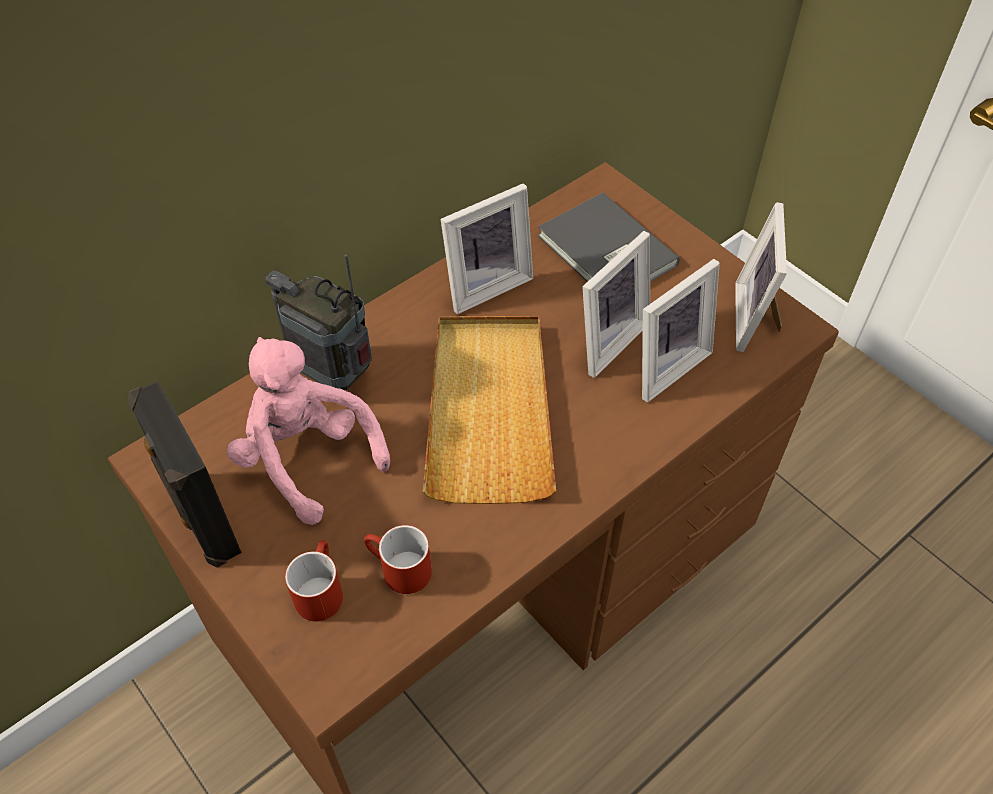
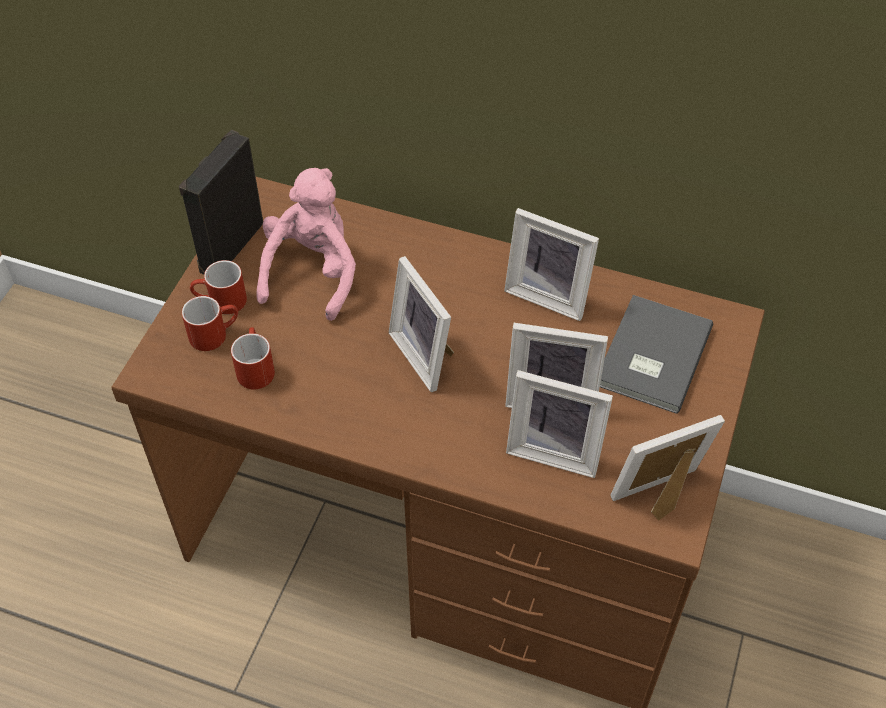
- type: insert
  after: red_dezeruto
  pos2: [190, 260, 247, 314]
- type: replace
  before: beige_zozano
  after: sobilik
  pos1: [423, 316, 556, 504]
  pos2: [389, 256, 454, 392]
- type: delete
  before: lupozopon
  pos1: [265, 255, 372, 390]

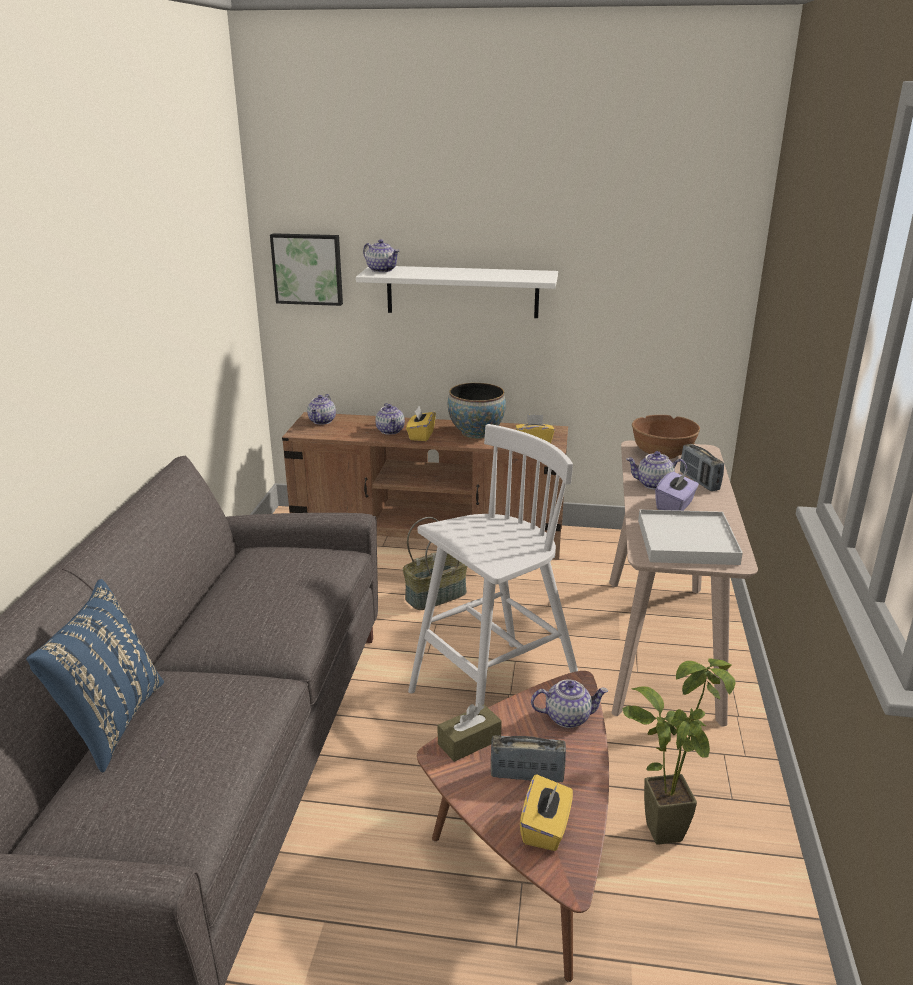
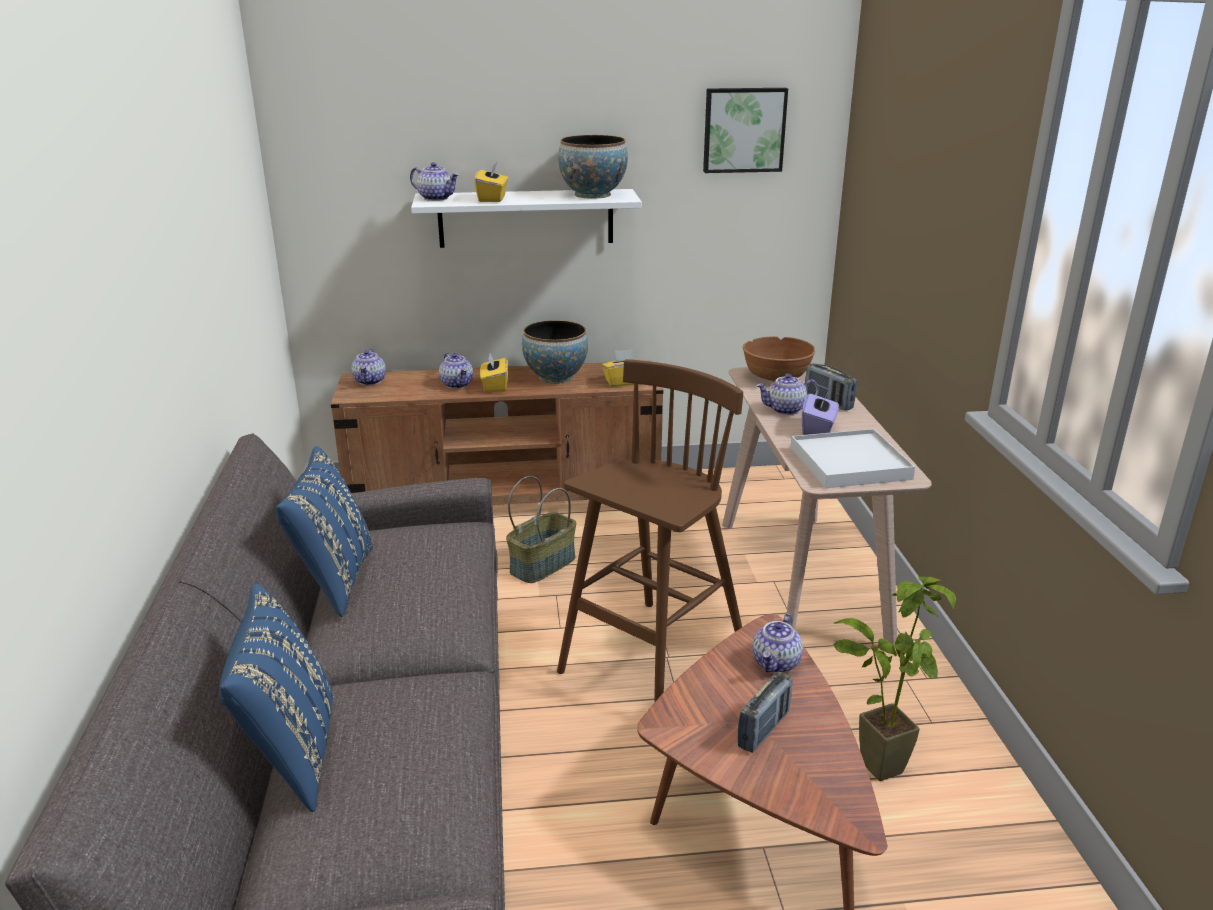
- type: insert
  after: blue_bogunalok
  pos2: [276, 446, 373, 617]
- type: move
  before: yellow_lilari
  pos1: [520, 774, 573, 851]
  pos2: [475, 163, 508, 202]
- type: recolor
  before: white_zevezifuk
  after: brown_zevezifuk
  pos1: [408, 424, 578, 707]
  pos2: [557, 359, 743, 703]
- type: insert
  after: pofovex
  pos2: [558, 135, 628, 199]
- type: move
  before: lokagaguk
  pos1: [270, 233, 343, 306]
  pos2: [703, 88, 788, 173]
- type: rotate
  before: lupozopon
  pos1: [491, 735, 566, 782]
  pos2: [738, 672, 793, 753]
  turn: 135
- type: rotate
  before: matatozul
  pos1: [531, 679, 608, 728]
  pos2: [752, 613, 803, 673]
  turn: 135
- type: delete
  before: brown_lilari
  pos1: [438, 703, 502, 762]

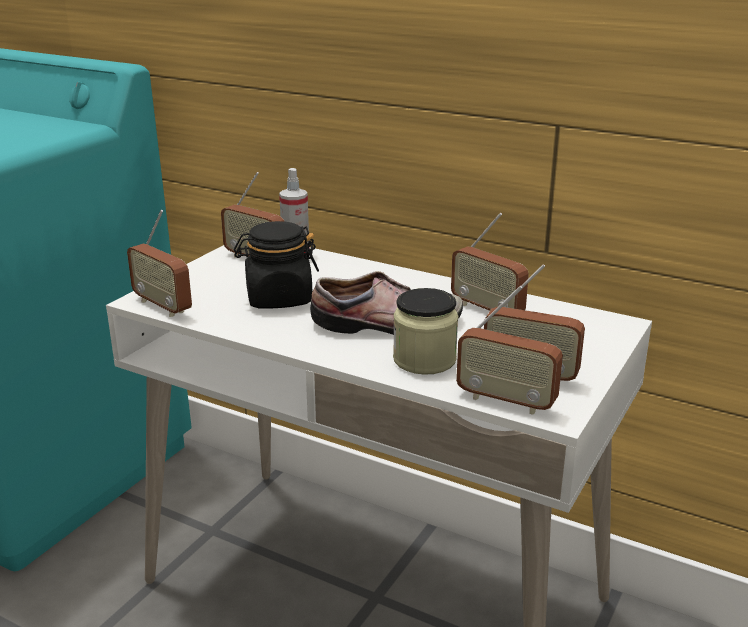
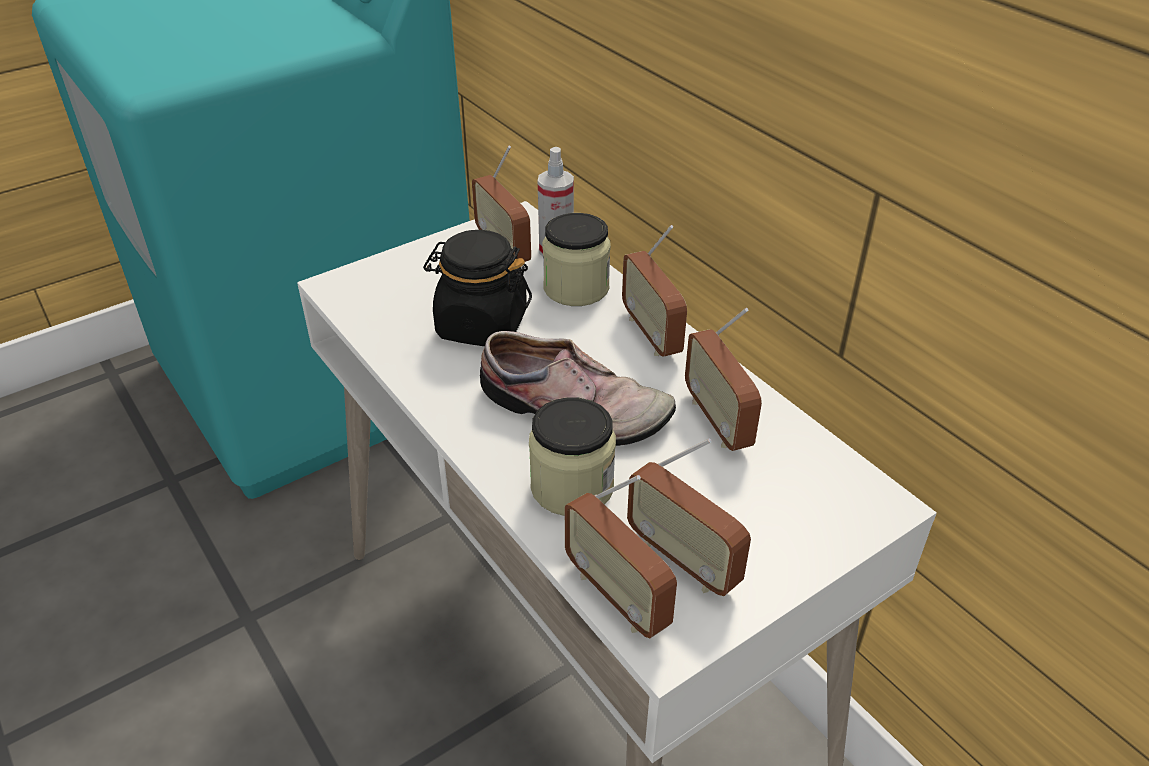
- type: insert
  after: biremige
  pos2: [543, 213, 611, 306]
- type: move
  before: lupozopon
  pos1: [127, 210, 192, 317]
  pos2: [622, 225, 687, 357]

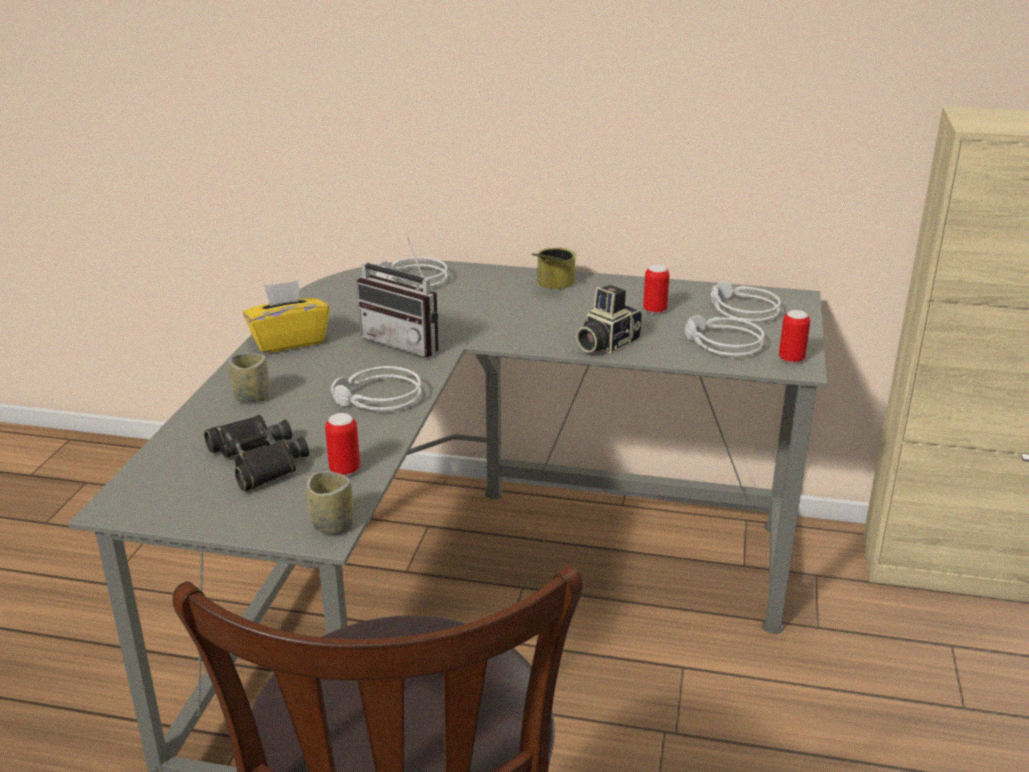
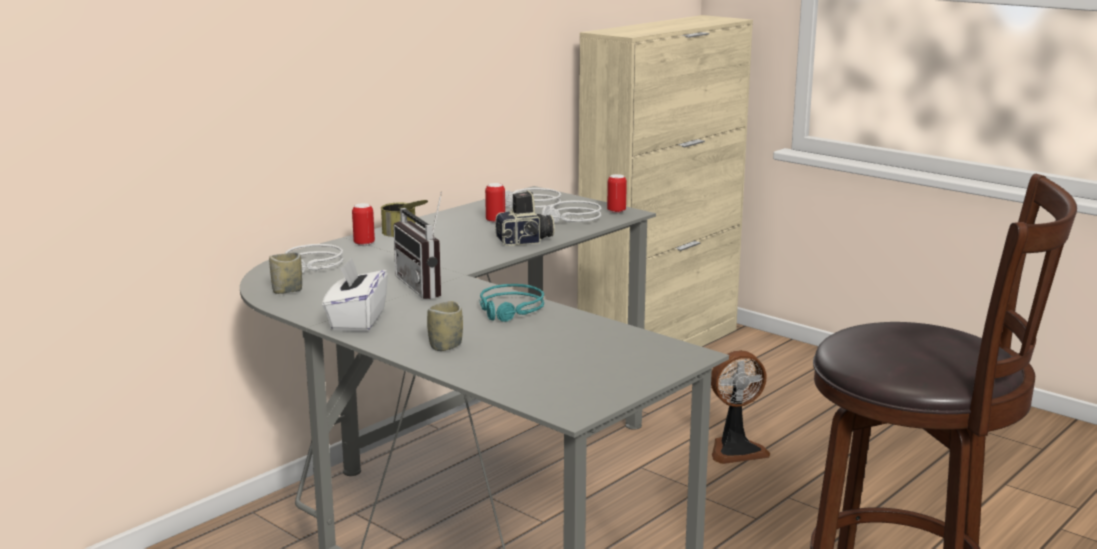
- type: move
  before: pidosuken
  pos1: [307, 471, 353, 535]
  pos2: [269, 252, 302, 294]
- type: recolor
  before: yellow_lilari
  after: white_lilari
  pos1: [243, 280, 330, 354]
  pos2: [322, 257, 388, 331]
- type: move
  before: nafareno
  pos1: [325, 413, 360, 476]
  pos2: [352, 203, 375, 246]
- type: rotate
  before: lupozopon
  pos1: [357, 238, 439, 357]
  pos2: [393, 192, 442, 299]
  turn: 90
- type: recolor
  before: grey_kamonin
  after: turquoise_kamonin
  pos1: [331, 366, 421, 411]
  pos2: [480, 284, 544, 322]
- type: rotate
  before: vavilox
  pos1: [576, 285, 642, 354]
  pos2: [495, 190, 555, 246]
  turn: -90
- type: insert
  after: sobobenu
  pos2: [711, 350, 770, 464]
- type: delete
  before: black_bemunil
  pos1: [204, 415, 309, 492]

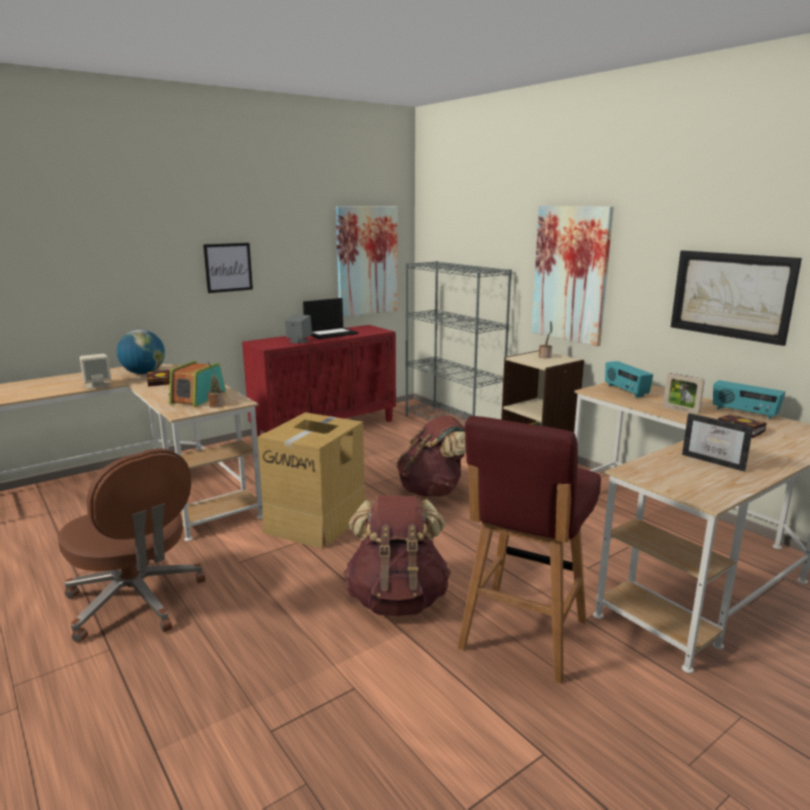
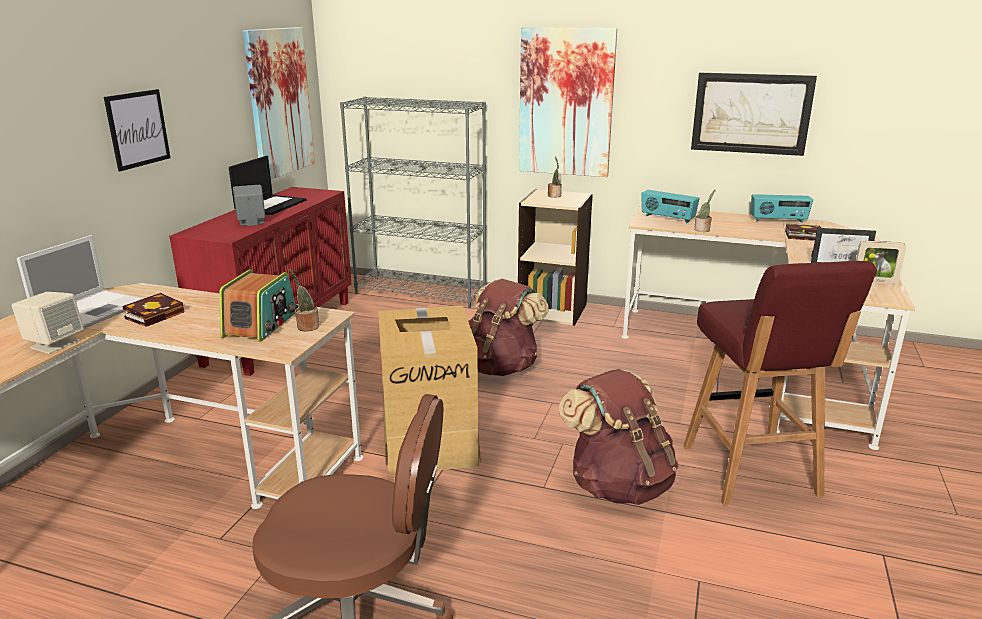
- type: replace
  before: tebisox
  after: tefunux
  pos1: [117, 330, 165, 374]
  pos2: [17, 235, 144, 329]
- type: rotate
  before: lupozopon
  pos1: [169, 361, 226, 407]
  pos2: [219, 269, 298, 342]
  turn: -150
- type: insert
  after: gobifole
  pos2: [694, 190, 716, 232]
- type: move
  before: sobilik
  pos1: [663, 373, 705, 414]
  pos2: [856, 241, 906, 284]

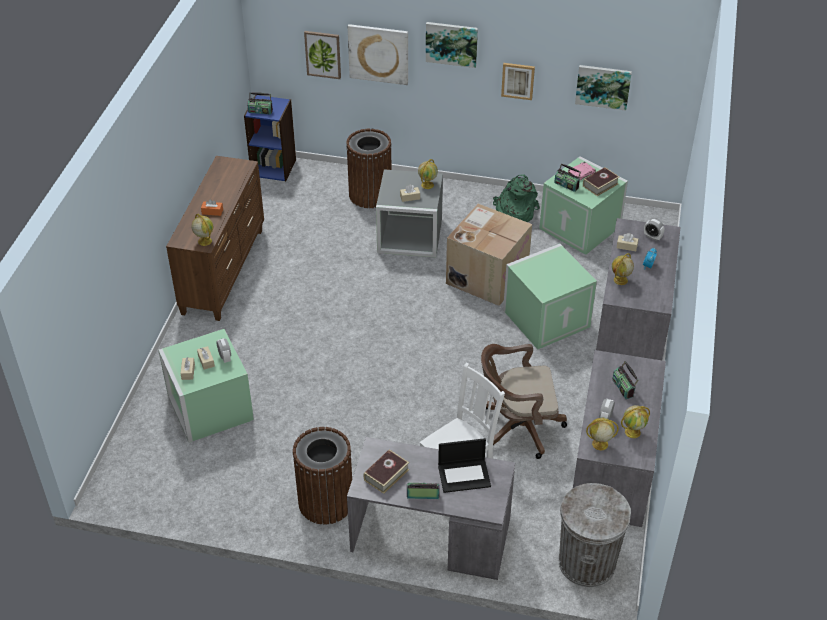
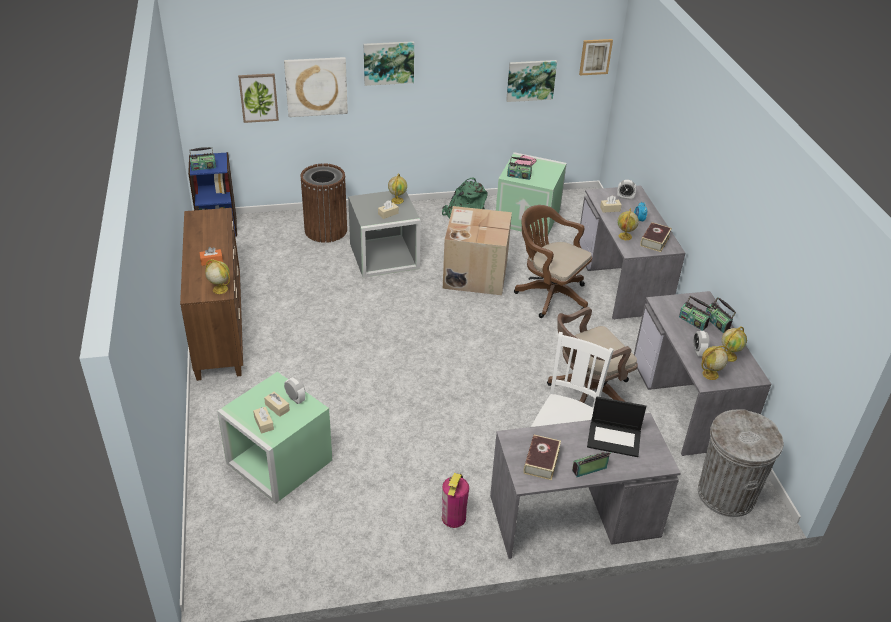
- type: replace
  before: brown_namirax
  after: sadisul
  pos1: [292, 427, 352, 525]
  pos2: [442, 473, 469, 528]
- type: replace
  before: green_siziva
  after: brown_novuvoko
  pos1: [503, 244, 597, 349]
  pos2: [514, 205, 592, 318]
- type: move
  before: lokagaguk
  pos1: [501, 63, 535, 100]
  pos2: [579, 39, 613, 76]
- type: rotate
  before: tefunux
  pos1: [438, 438, 491, 493]
  pos2: [587, 396, 646, 457]
  turn: 45
- type: move
  before: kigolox
  pos1: [583, 167, 619, 196]
  pos2: [640, 222, 672, 252]
- type: insert
  after: lupozopon
  pos2: [706, 297, 736, 333]

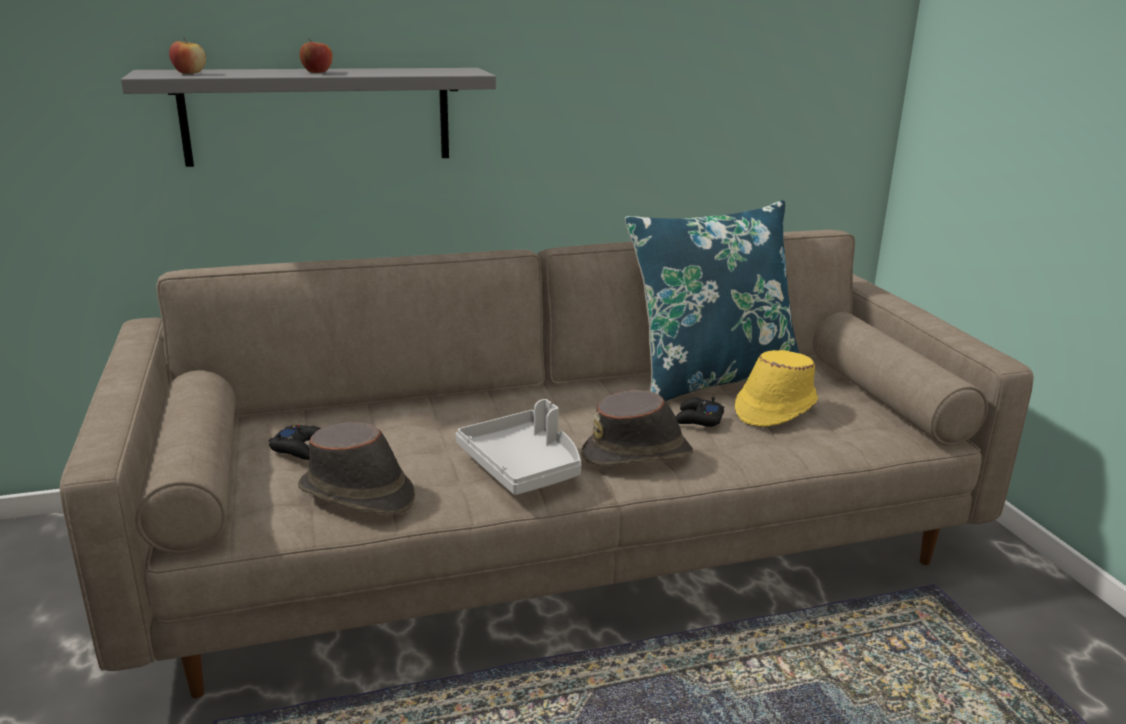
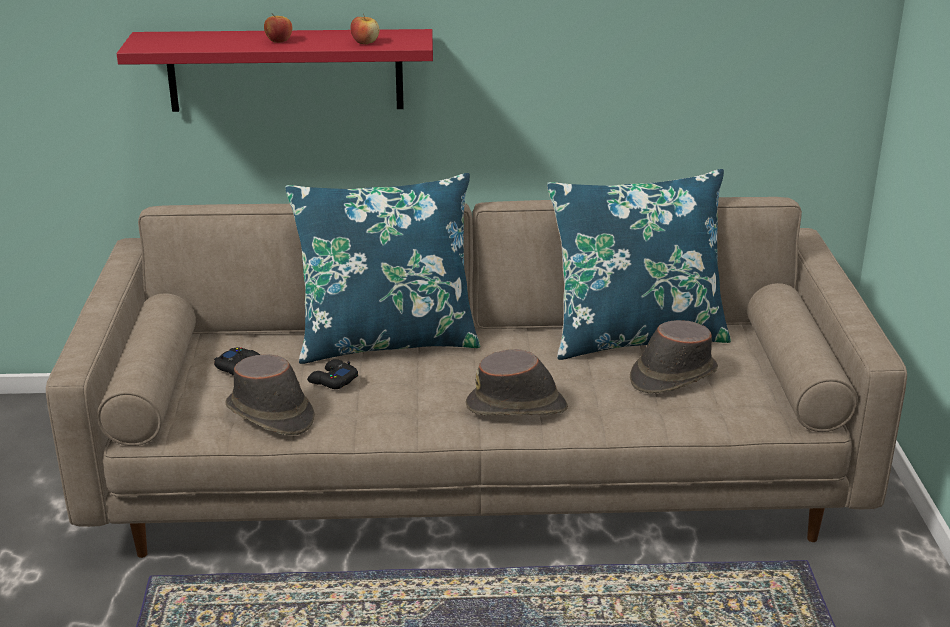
- type: recolor
  before: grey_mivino
  after: red_mivino
  pos1: [121, 68, 496, 167]
  pos2: [117, 29, 433, 112]
- type: insert
  after: blue_bogunalok
  pos2: [285, 173, 480, 364]
- type: move
  before: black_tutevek
  pos1: [675, 397, 724, 427]
  pos2: [307, 359, 358, 389]
- type: move
  before: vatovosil
  pos1: [169, 38, 206, 74]
  pos2: [350, 14, 379, 44]
- type: recolor
  before: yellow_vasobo
  after: brown_vasobo
  pos1: [735, 350, 818, 427]
  pos2: [630, 320, 718, 393]
- type: delete
  before: grey_zozano
  pos1: [456, 399, 581, 495]

